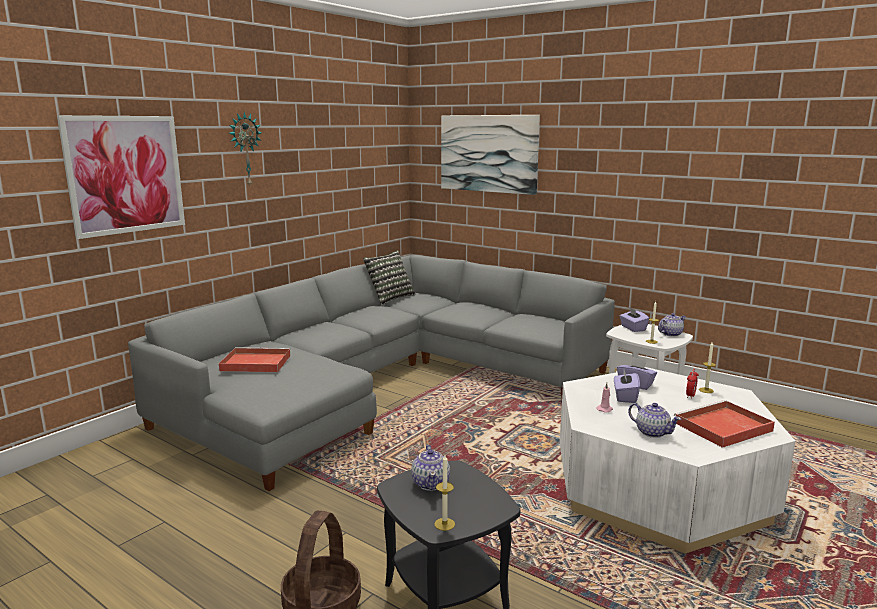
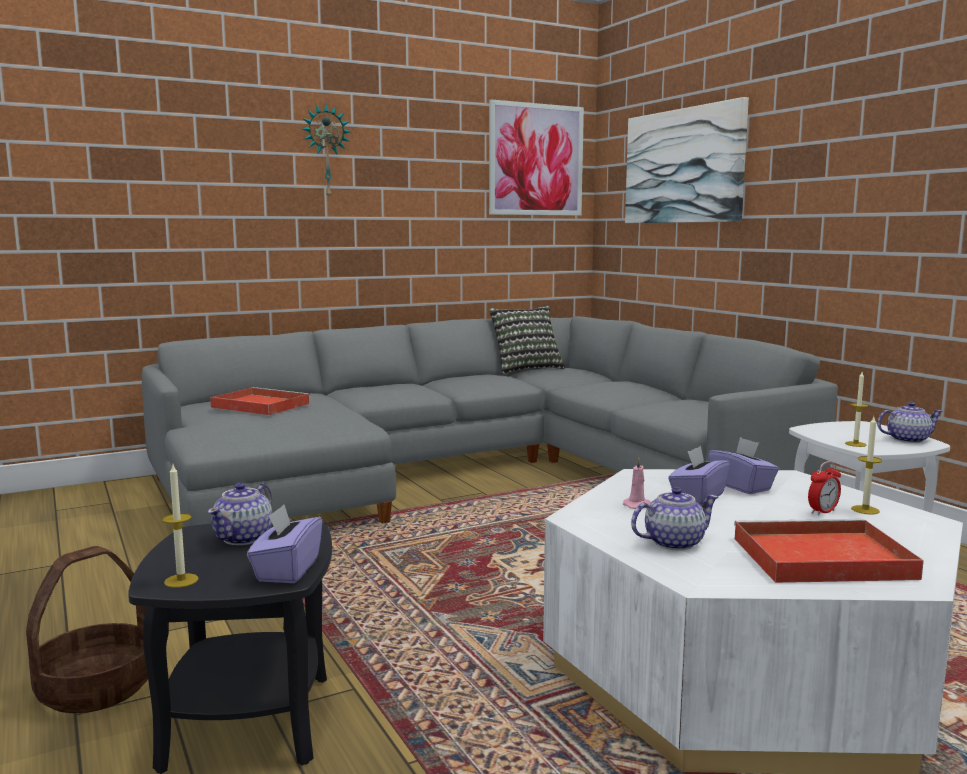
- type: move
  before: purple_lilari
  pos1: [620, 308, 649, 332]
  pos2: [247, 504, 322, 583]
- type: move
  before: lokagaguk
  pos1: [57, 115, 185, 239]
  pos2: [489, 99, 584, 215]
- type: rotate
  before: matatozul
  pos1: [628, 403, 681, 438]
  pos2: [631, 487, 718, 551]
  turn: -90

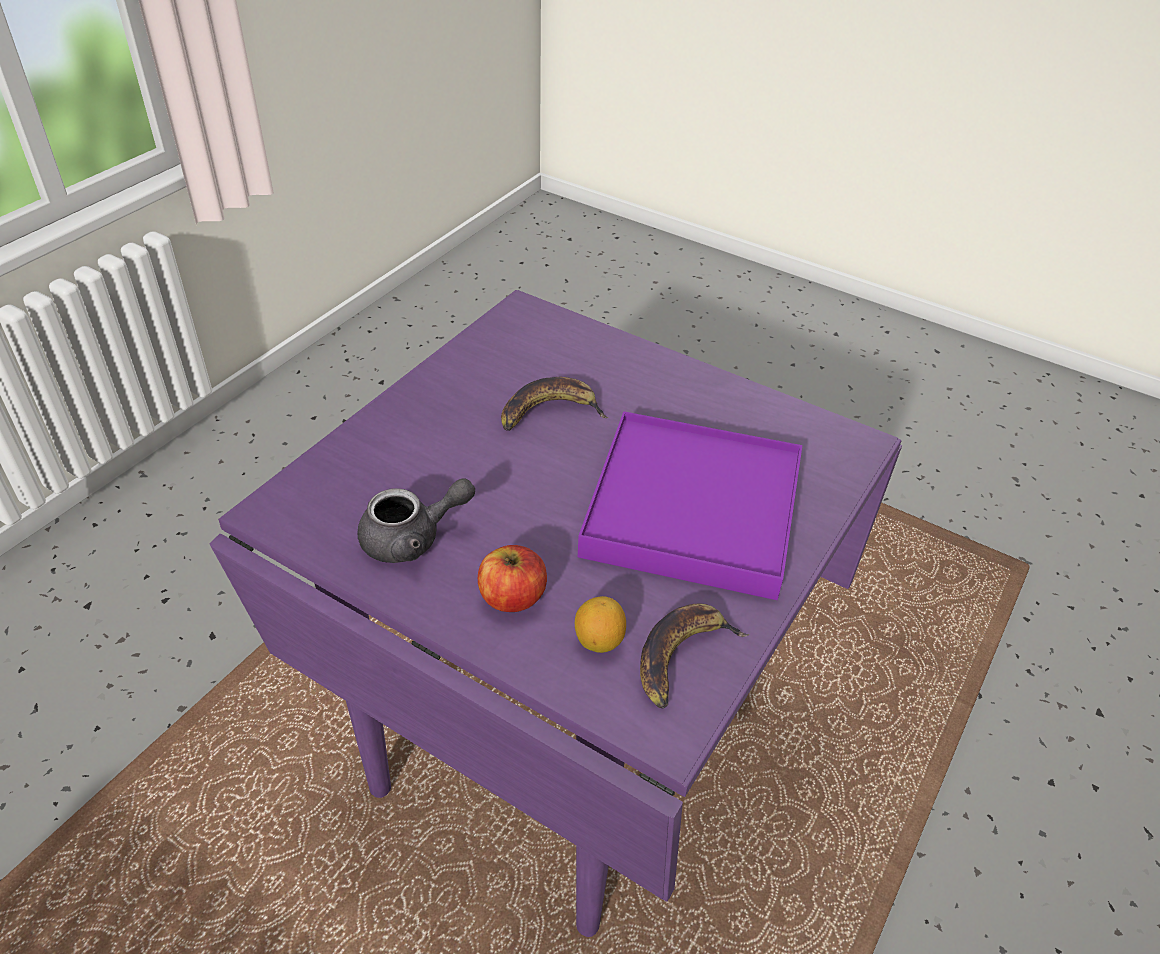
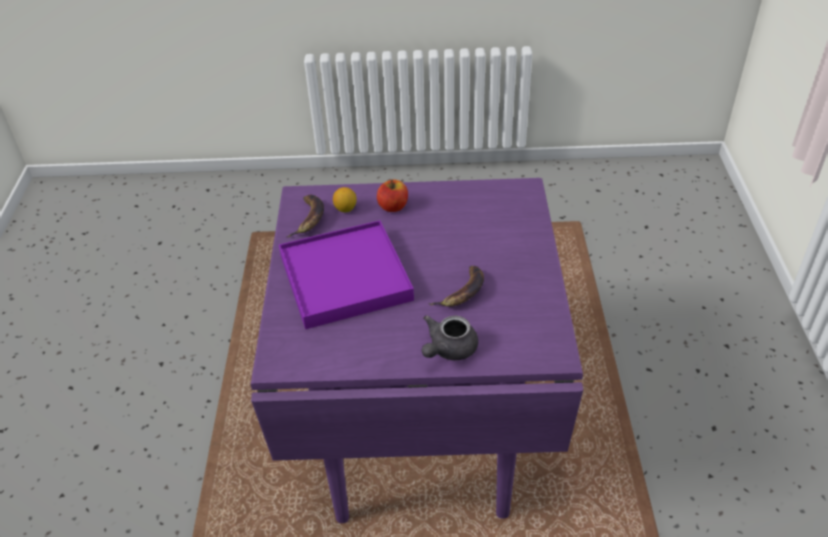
- type: move
  before: grey_matatozul
  pos1: [357, 479, 475, 563]
  pos2: [422, 315, 478, 360]

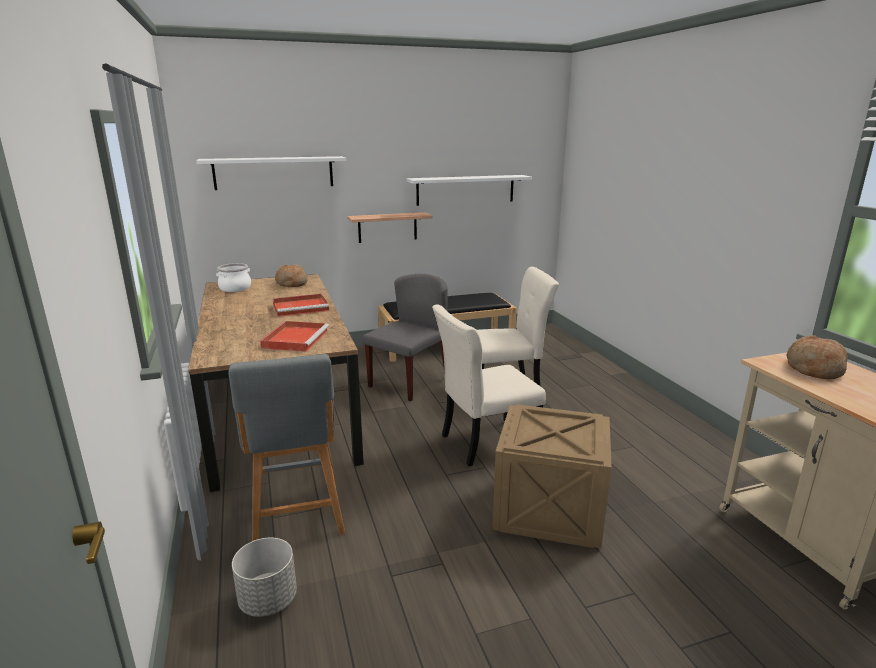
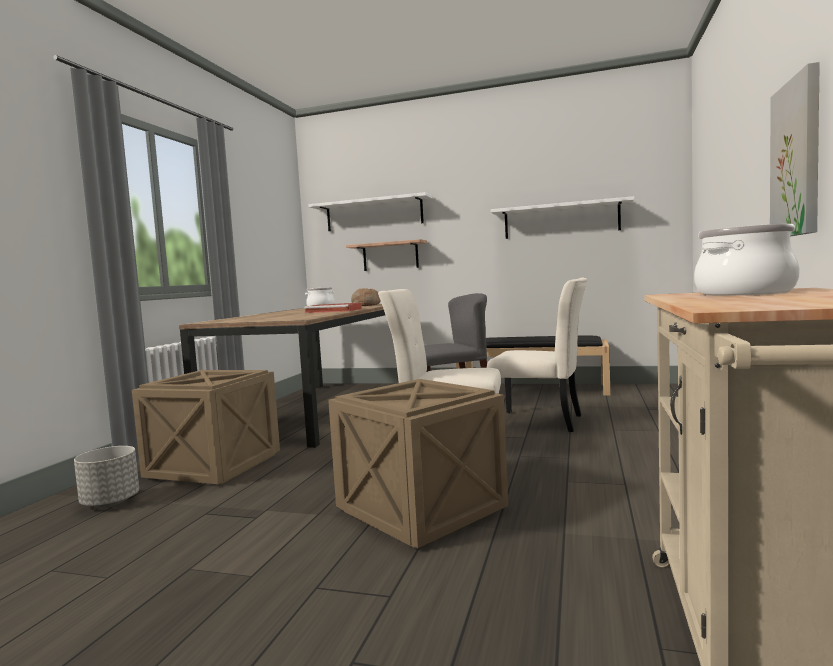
- type: replace
  before: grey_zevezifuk
  after: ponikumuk
  pos1: [228, 354, 345, 541]
  pos2: [132, 370, 280, 485]
- type: move
  before: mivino
  pos1: [347, 212, 432, 243]
  pos2: [346, 239, 427, 271]
- type: replace
  before: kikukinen
  after: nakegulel
  pos1: [786, 335, 848, 379]
  pos2: [694, 224, 800, 296]
- type: insert
  after: lokagaguk
  pos2: [770, 62, 820, 237]
- type: delete
  before: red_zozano
  pos1: [260, 321, 329, 352]

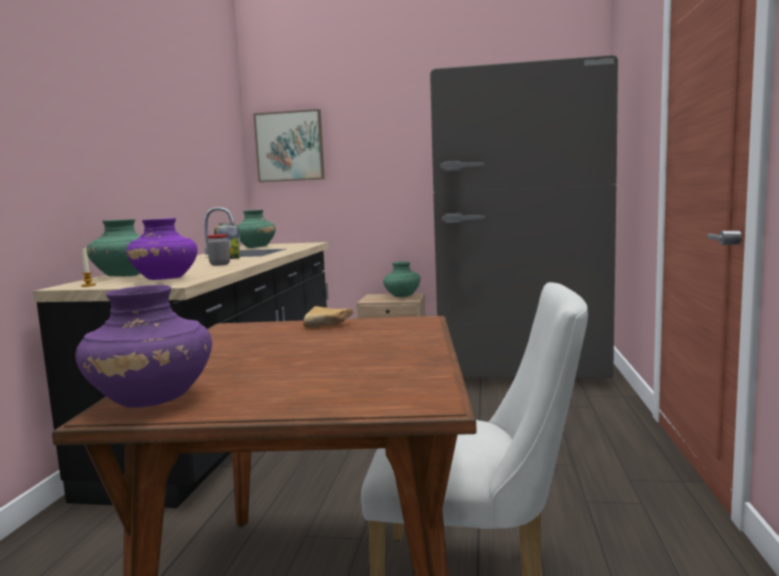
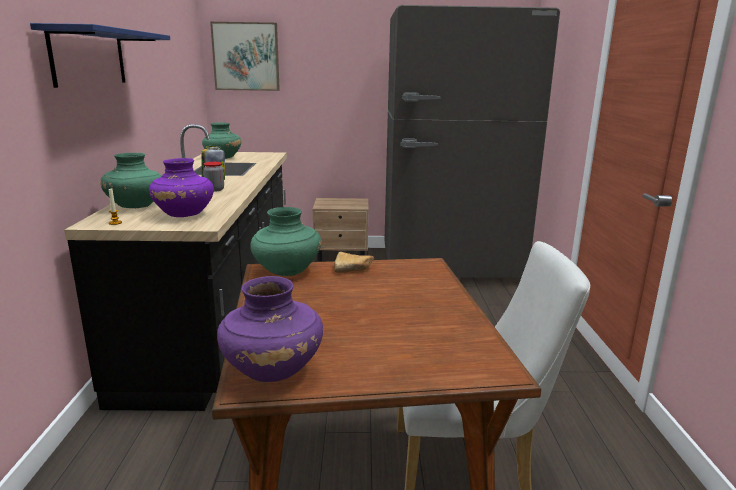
- type: insert
  after: blue_mivino
  pos2: [30, 23, 170, 88]
- type: move
  before: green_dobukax
  pos1: [383, 262, 421, 297]
  pos2: [250, 207, 321, 276]

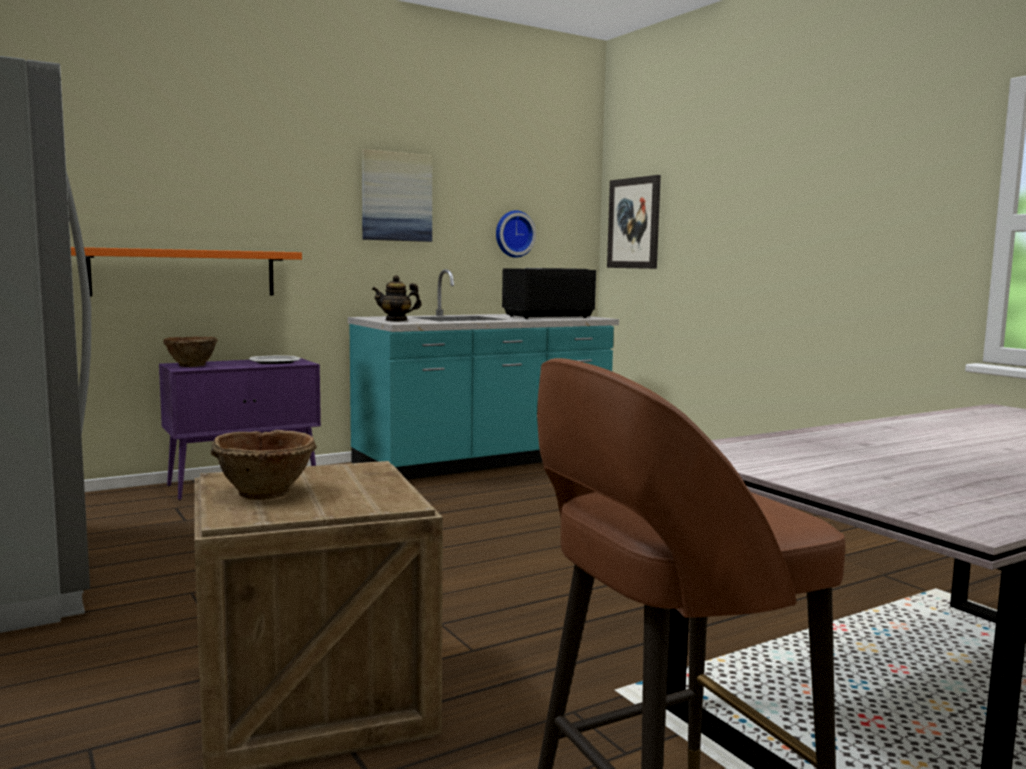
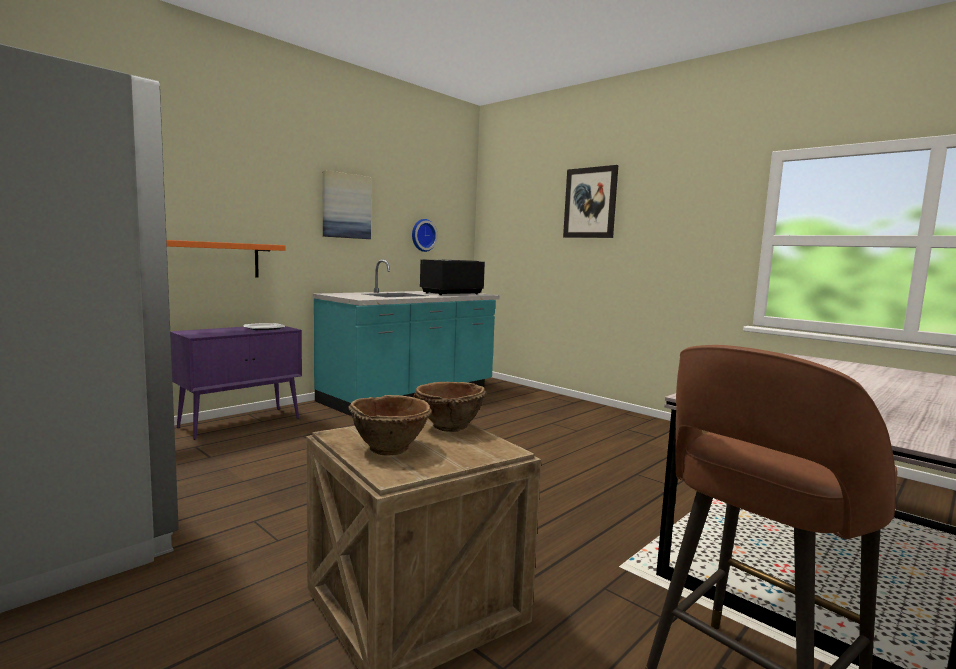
- type: move
  before: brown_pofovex
  pos1: [163, 337, 218, 367]
  pos2: [413, 382, 487, 432]
- type: move
  before: lokagaguk
  pos1: [607, 175, 661, 269]
  pos2: [563, 165, 618, 238]
- type: delete
  before: matatozul
  pos1: [372, 275, 422, 321]

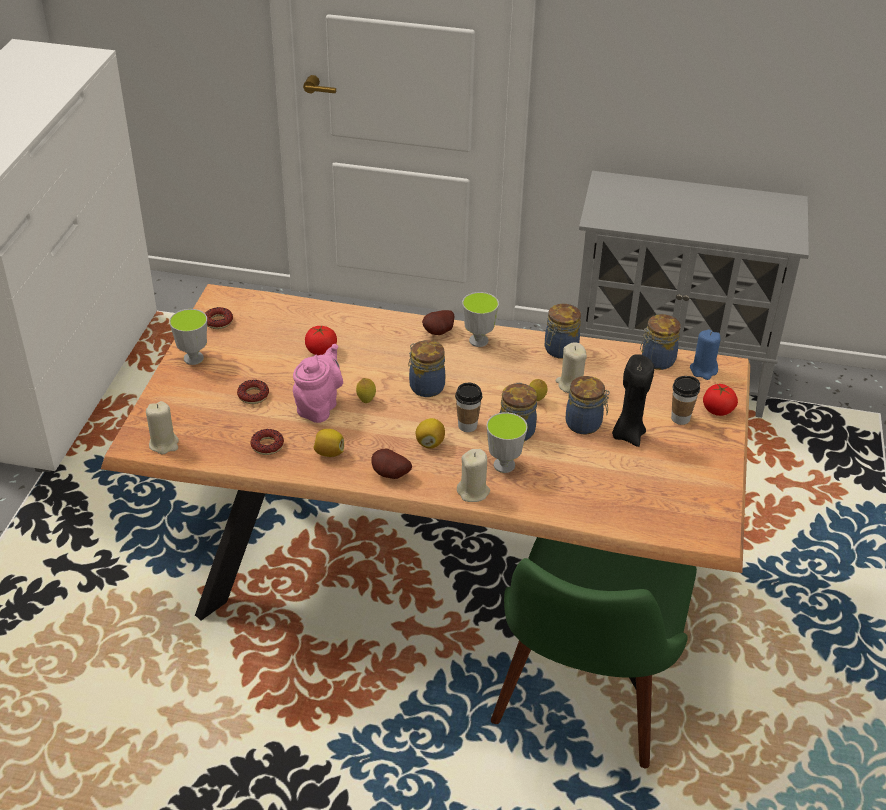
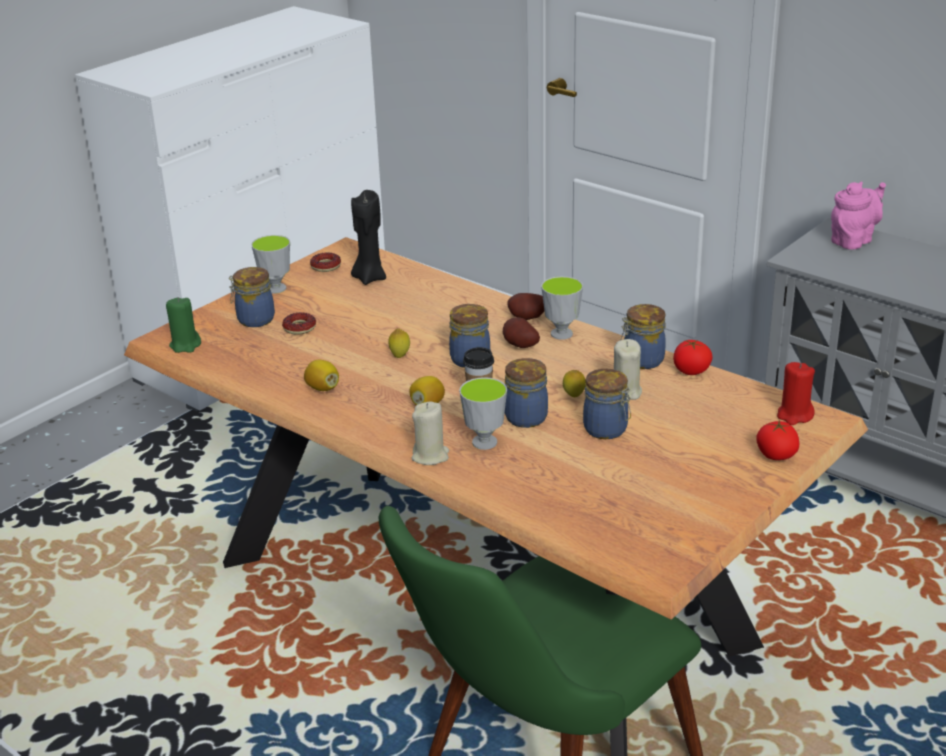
- type: recolor
  before: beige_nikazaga
  after: green_nikazaga
  pos1: [146, 401, 179, 454]
  pos2: [166, 297, 201, 353]
- type: move
  before: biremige
  pos1: [640, 314, 681, 370]
  pos2: [229, 267, 275, 327]
- type: move
  before: black_nikazaga
  pos1: [612, 354, 654, 447]
  pos2: [351, 190, 386, 285]
- type: move
  before: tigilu
  pos1: [371, 449, 412, 479]
  pos2: [503, 317, 540, 348]
- type: move
  before: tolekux
  pos1: [305, 326, 337, 355]
  pos2: [673, 340, 713, 375]
- type: recolor
  before: blue_nikazaga
  after: red_nikazaga
  pos1: [690, 330, 721, 380]
  pos2: [777, 362, 815, 425]
- type: move
  before: pink_matatozul
  pos1: [293, 344, 343, 423]
  pos2: [831, 181, 886, 250]
- type: delete
  before: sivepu
  pos1: [251, 429, 284, 455]
- type: delete
  before: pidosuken
  pos1: [671, 376, 700, 425]

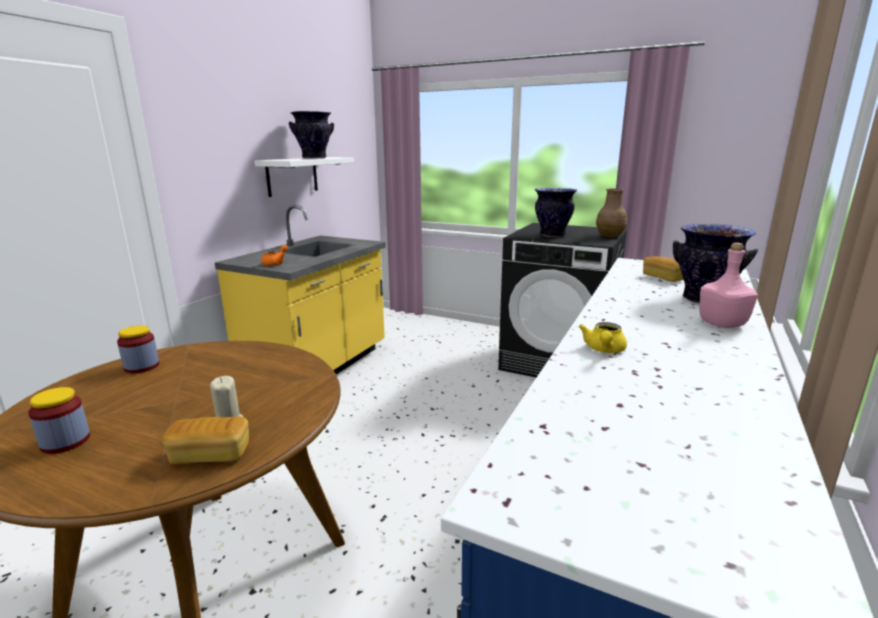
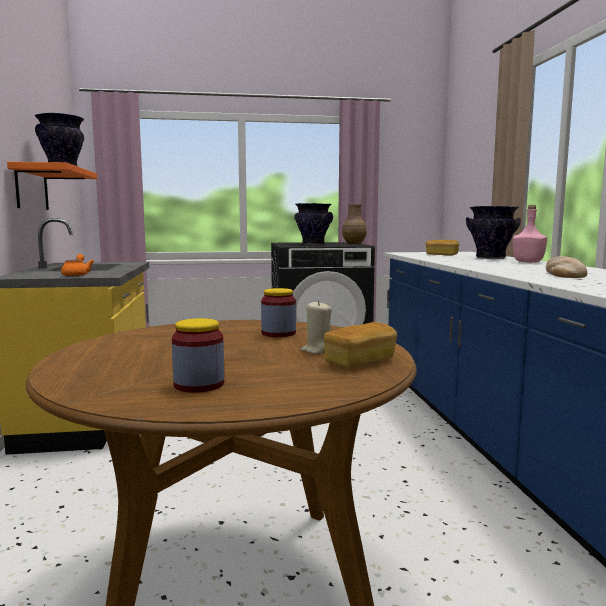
- type: recolor
  before: white_mivino
  after: orange_mivino
  pos1: [254, 157, 354, 197]
  pos2: [7, 162, 97, 210]
- type: move
  before: biremige
  pos1: [117, 326, 159, 373]
  pos2: [261, 288, 296, 337]
- type: insert
  after: kikukinen
  pos2: [546, 256, 587, 278]
- type: delete
  before: yellow_matatozul
  pos1: [579, 322, 627, 353]

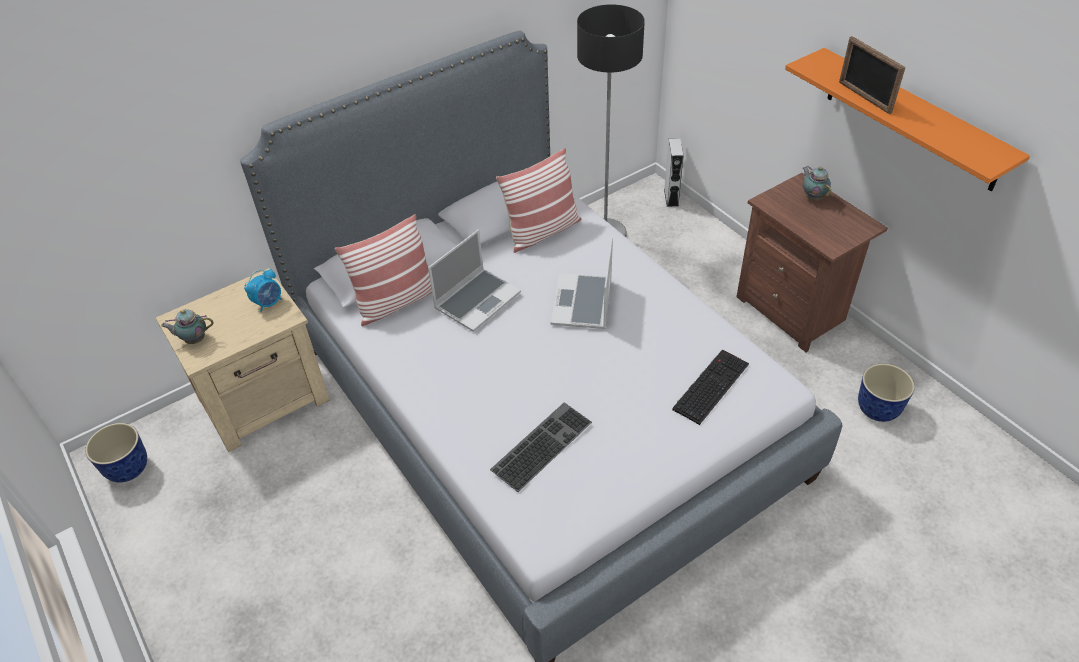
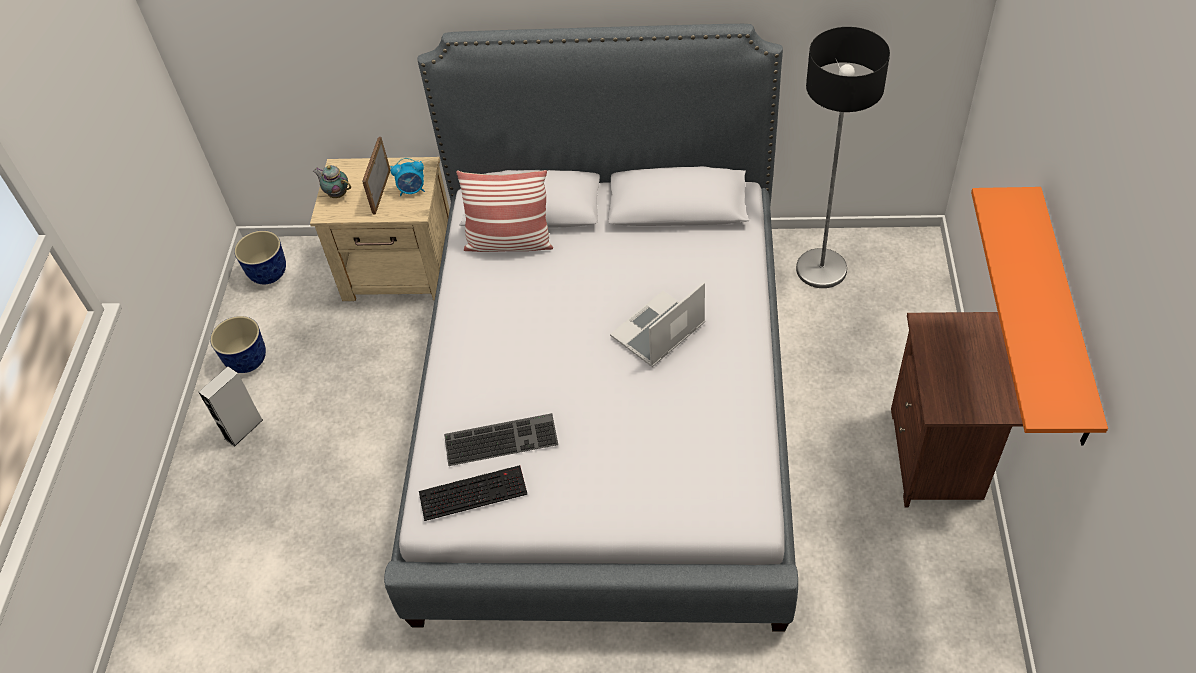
- type: move
  before: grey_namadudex
  pos1: [664, 138, 684, 207]
  pos2: [199, 366, 263, 447]
- type: move
  before: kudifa
  pos1: [858, 364, 915, 422]
  pos2: [210, 316, 266, 373]
- type: move
  before: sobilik
  pos1: [839, 36, 905, 114]
  pos2: [362, 137, 390, 215]
- type: move
  before: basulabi
  pos1: [672, 349, 749, 425]
  pos2: [419, 465, 527, 521]
- type: delete
  before: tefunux
  pos1: [428, 229, 521, 332]
- type: delete
  before: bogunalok
  pos1: [496, 148, 581, 253]
- type: delete
  before: matatozul
  pos1: [803, 166, 832, 201]

